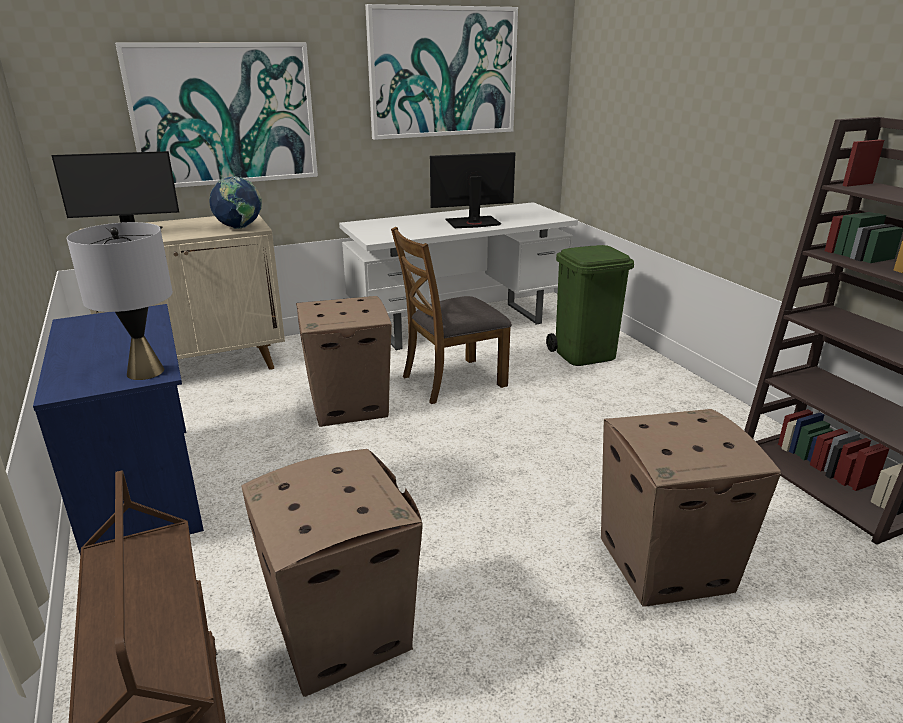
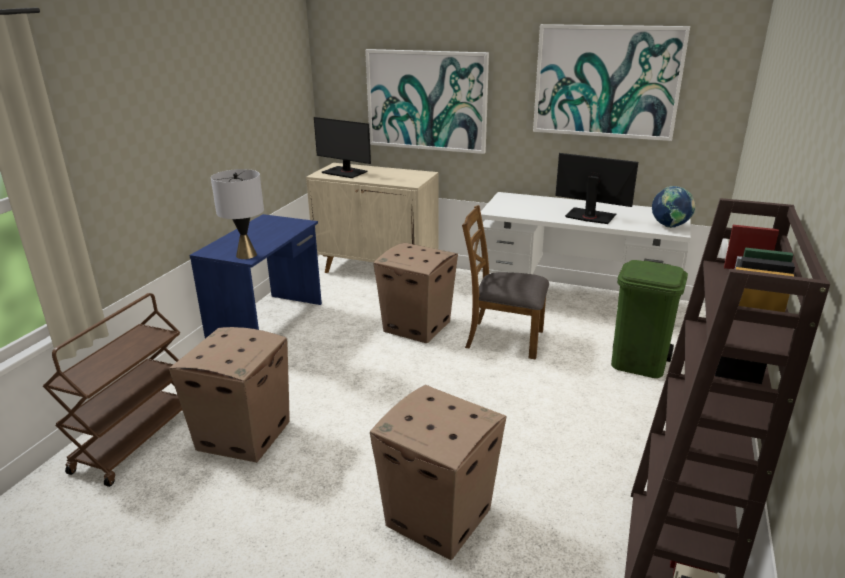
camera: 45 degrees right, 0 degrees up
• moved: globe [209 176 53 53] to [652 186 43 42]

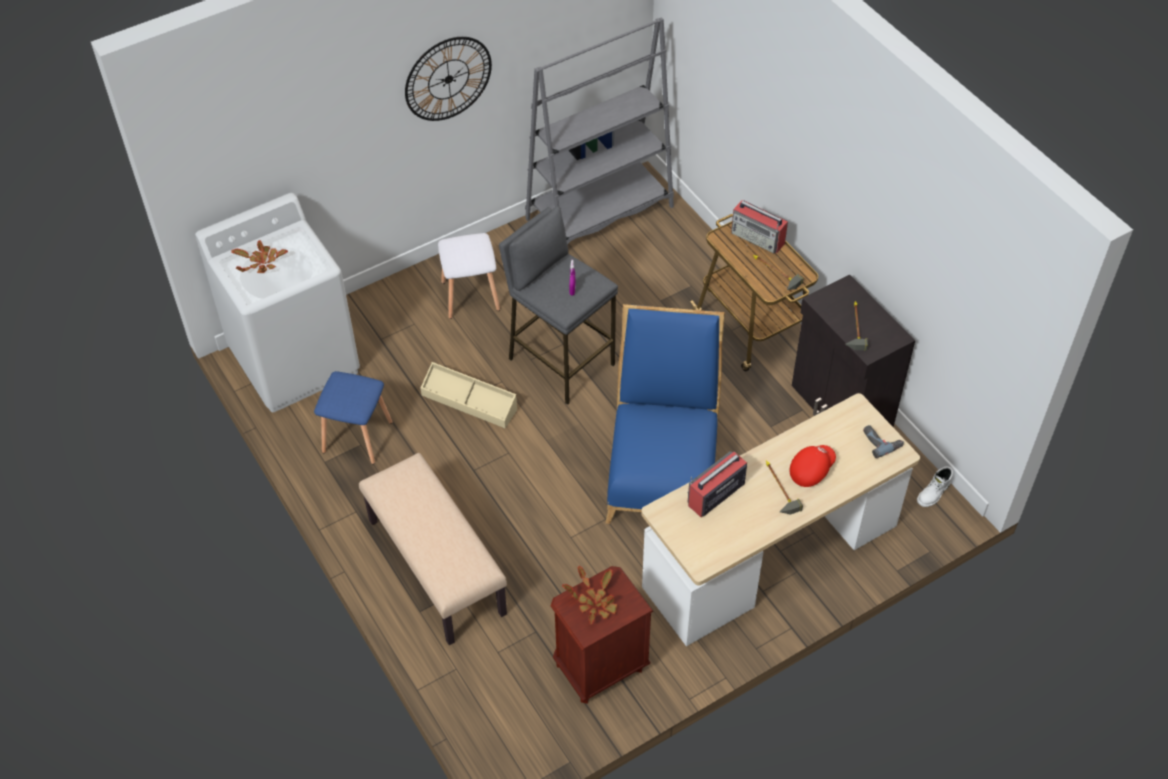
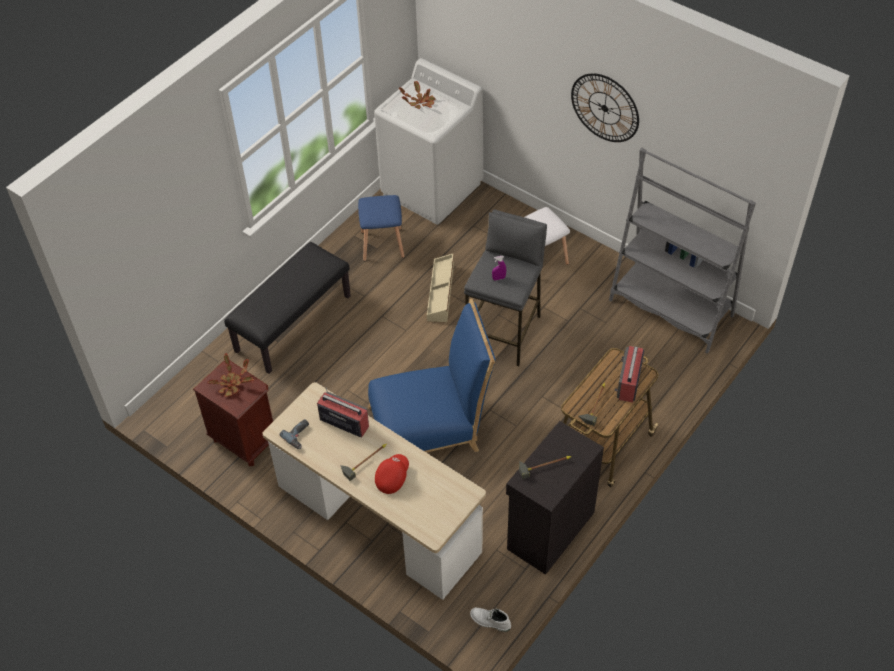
camera: 70 degrees right, 0 degrees up
• recoloured: sand-coloured long seat [359 453 148 192] to black long seat [224 242 127 132]
• turned: red baseball cap [790 445 46 42] = [375 454 34 40] 90 degrees counterclockwise
• moved: electric drill [863 425 41 33] to [280 419 29 30]

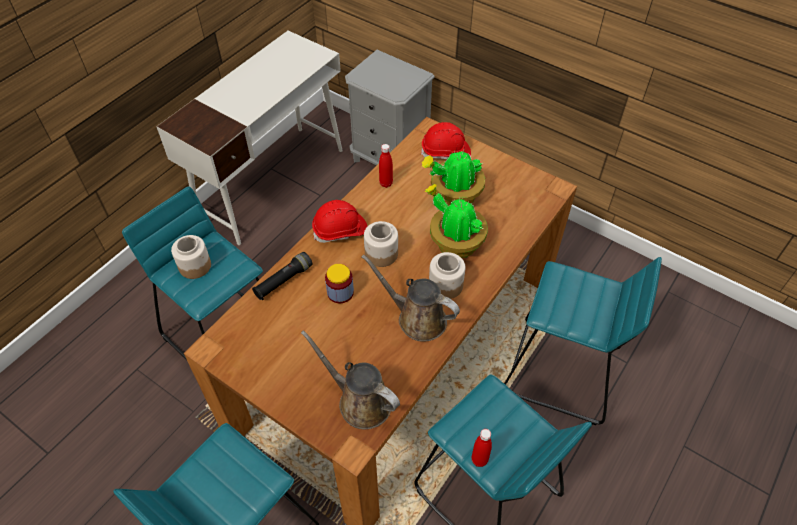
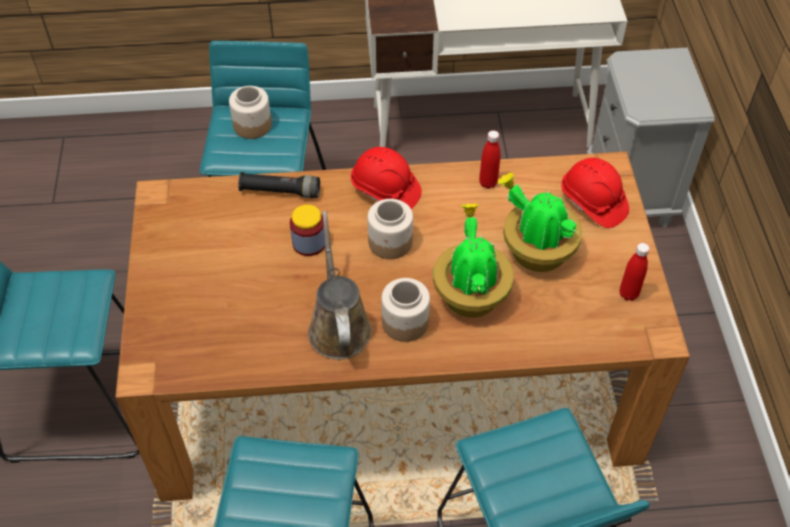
camera: 50 degrees right, 0 degrees up
• removed: brown-coloured watering pot [301 330 99 99]
• moved: red drink bottle [471 429 21 38] to [620 243 30 58]

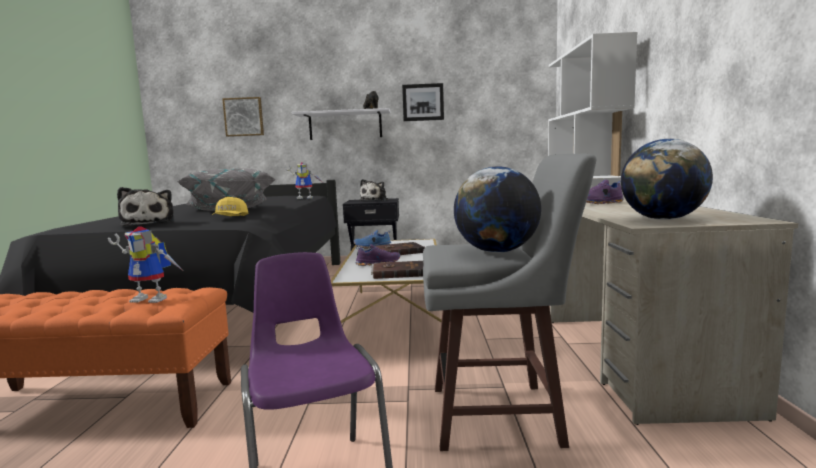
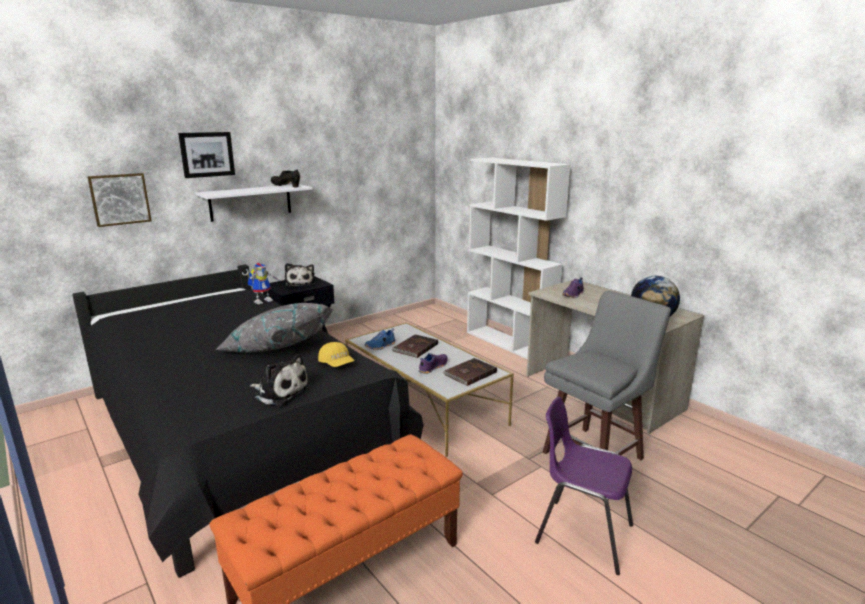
camera: 40 degrees left, 10 degrees up
• removed: toy robot [108 226 74 77]
• moved: wall picture [402 83 42 38] to [178 132 57 46]
• removed: globe [454 166 87 87]

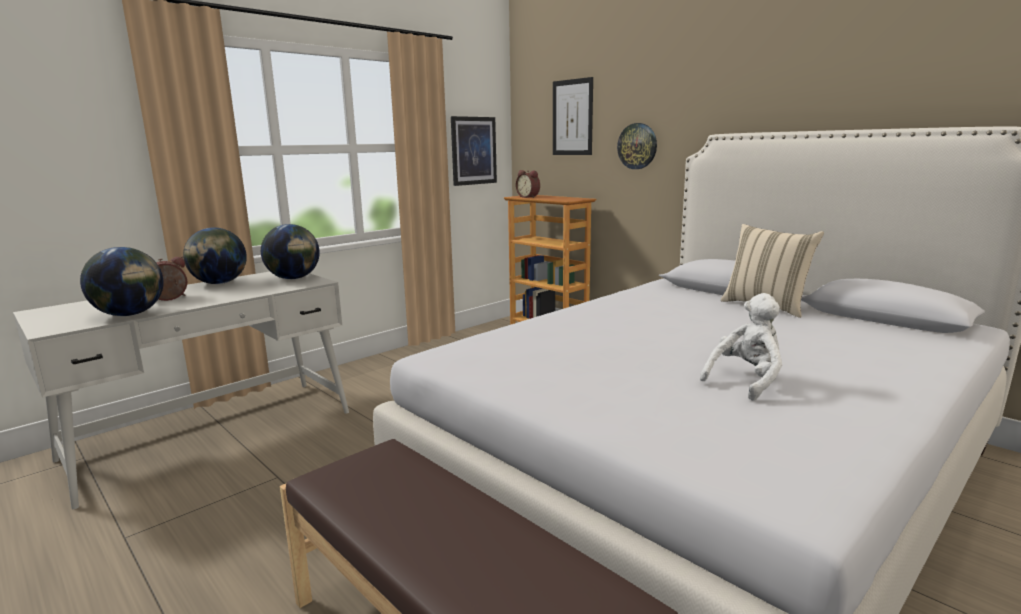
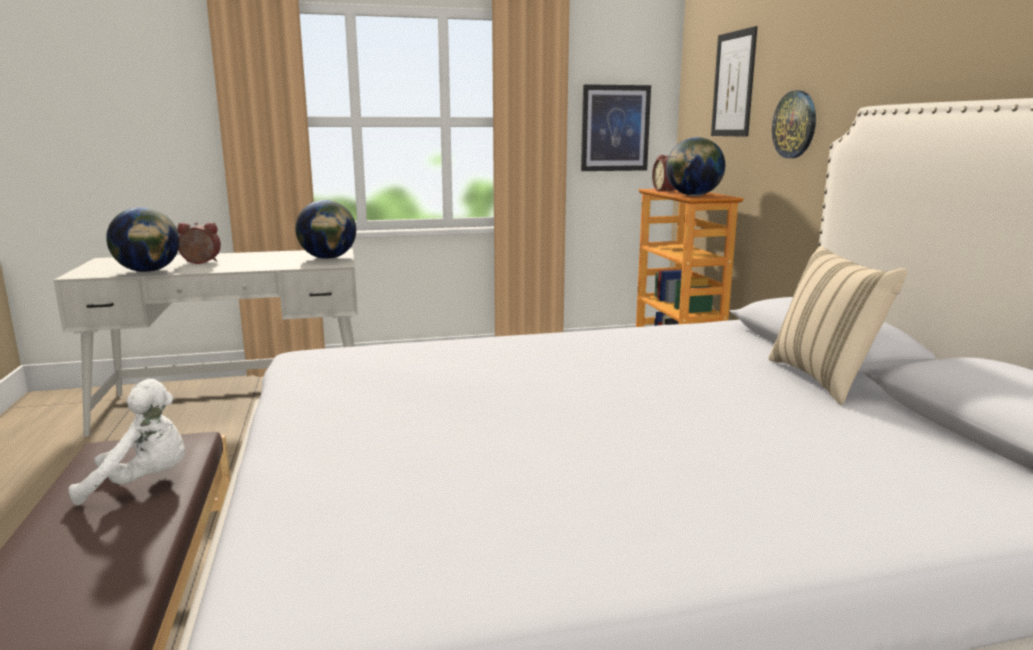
camera: 30 degrees right, 0 degrees up
• moved: globe [183 228 64 56] to [666 137 59 59]
• moved: white cuddly toy [700 293 82 108] to [68 379 117 126]

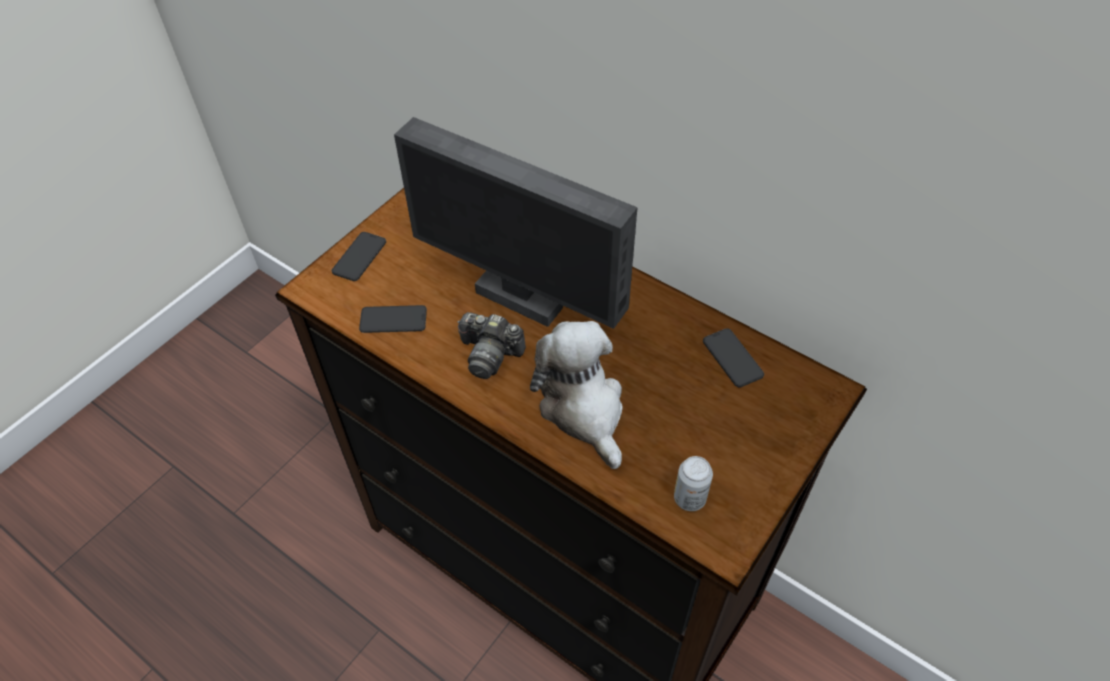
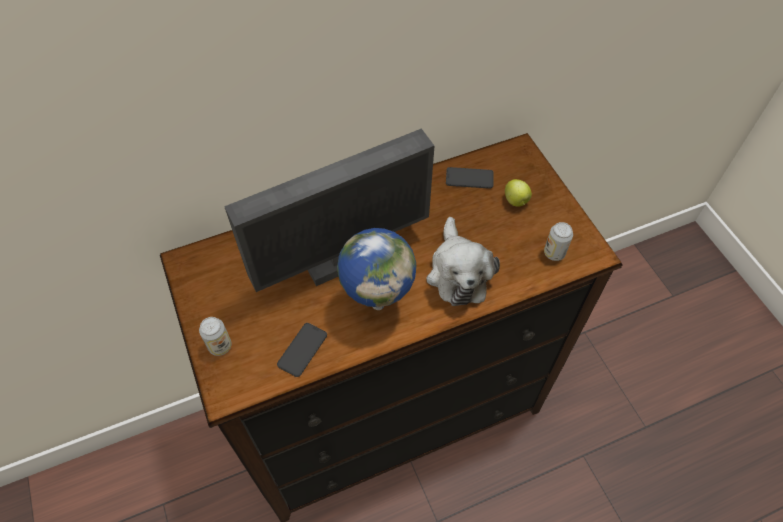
camera: 60 degrees left, 5 degrees up
• replaced: phone [332 232 54 49] to sealed can [199 317 33 39]
• replaced: still camera [457 312 69 67] to globe [337 228 79 82]
• turned: cuddly toy [530 321 93 148] = [426 217 74 89] 105 degrees counterclockwise
• added: apple fruit [505 179 27 28]

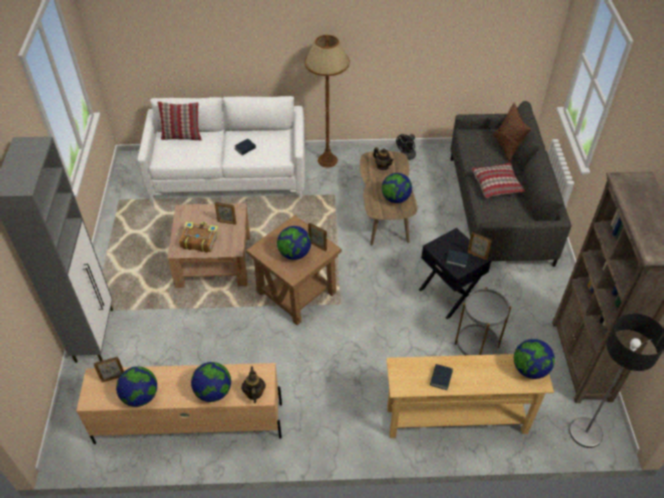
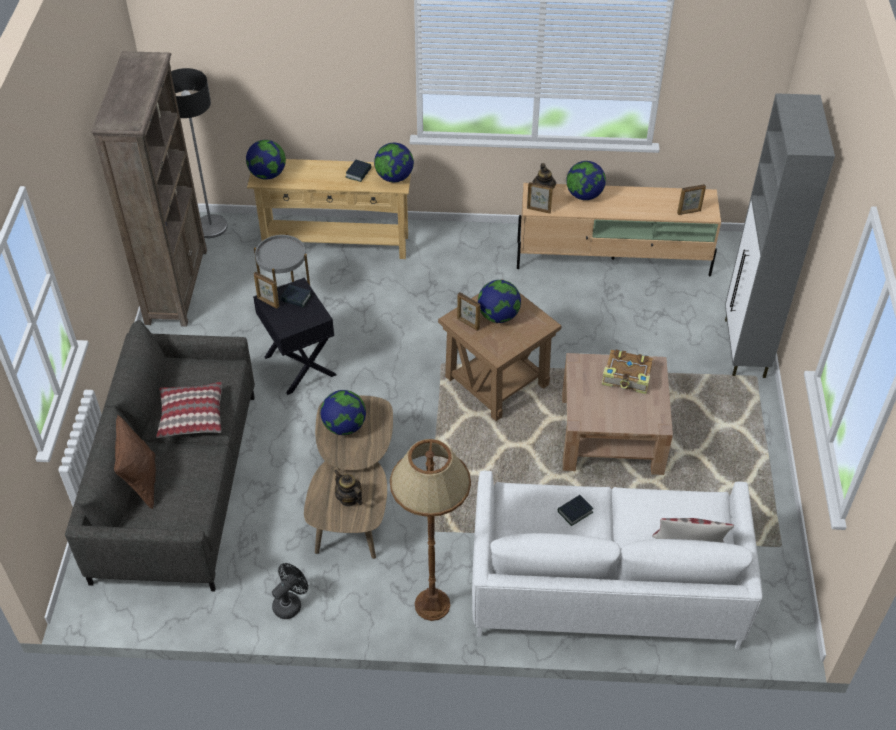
camera: 175 degrees left, 0 degrees up
• moved: globe [116 366 41 41] to [374 143 40 39]
• moved: photo frame [215 202 21 23] to [527 182 26 32]

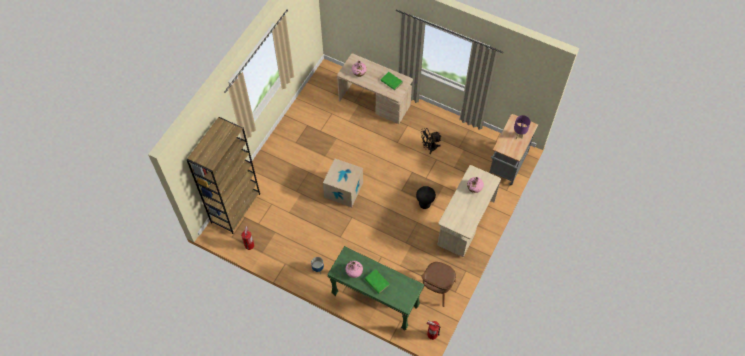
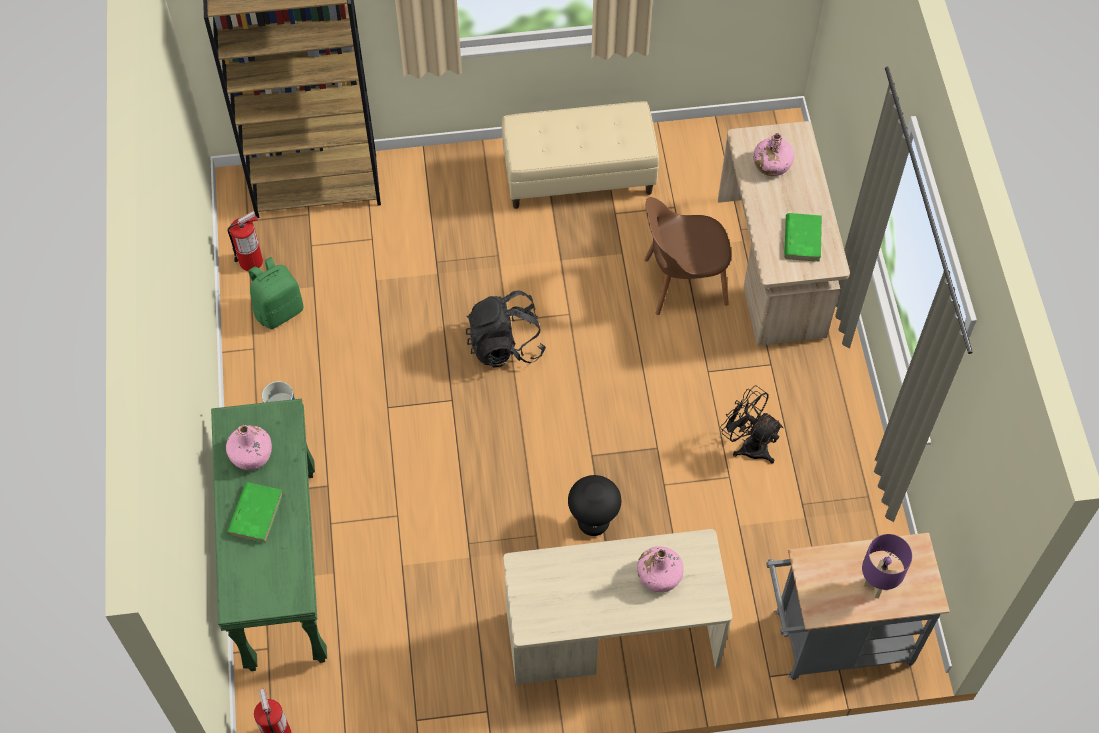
camera: 55 degrees right, 0 degrees up
• replaced: carton [323 159 40 48] to black knapsack [466 291 80 77]
• moved: brown-coloured chair [420 262 36 45] to [644 197 87 118]
• added: green knapsack [249 257 54 72]
• added: sand-coloured long seat [502 101 157 108]

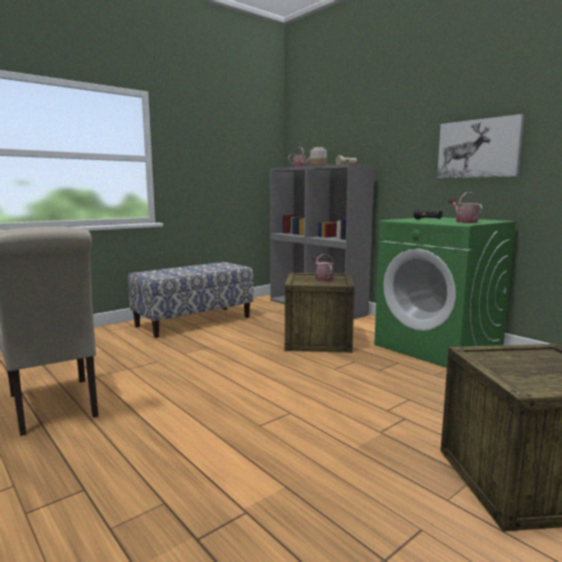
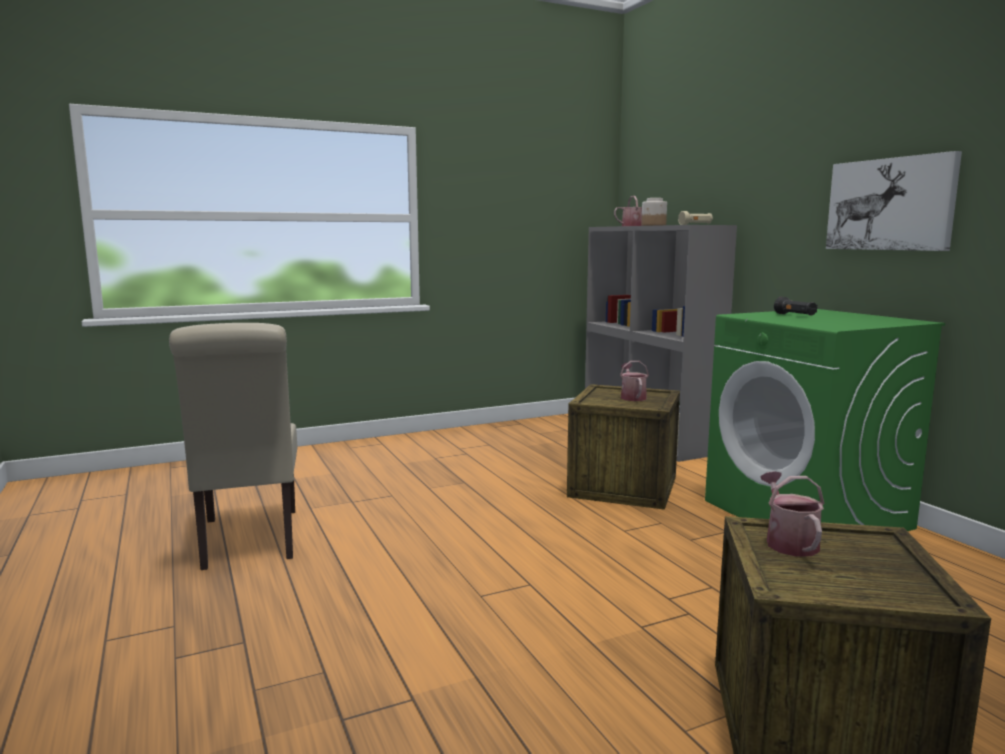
camera: 15 degrees right, 0 degrees up
• removed: long seat [128 262 125 76]
• moved: watering pot [448 192 35 31] to [761 471 63 86]

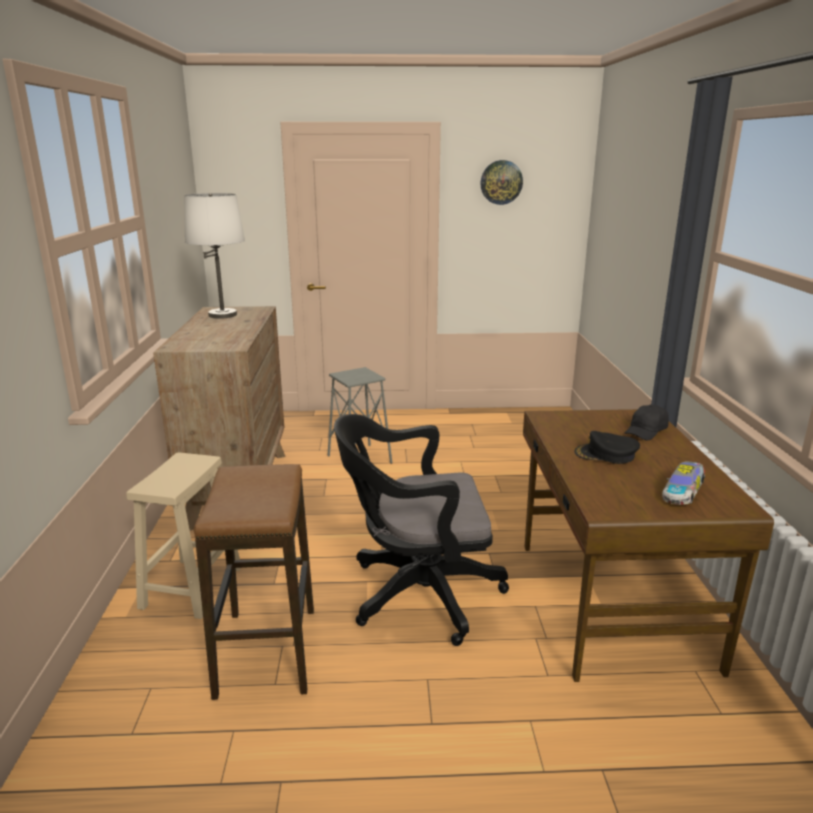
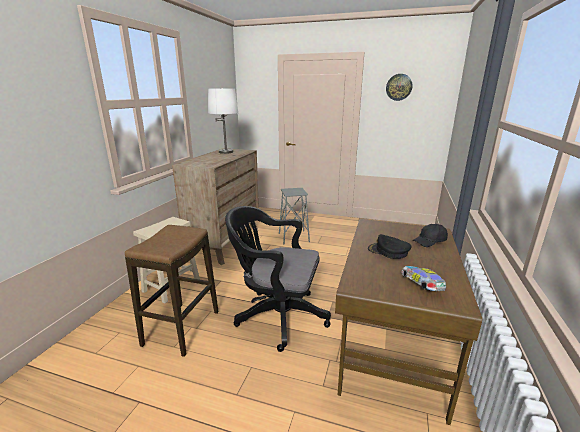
camera: 20 degrees right, 0 degrees up
• turned: miniature car [662 461 43 44] = [402 266 44 25] 105 degrees clockwise

